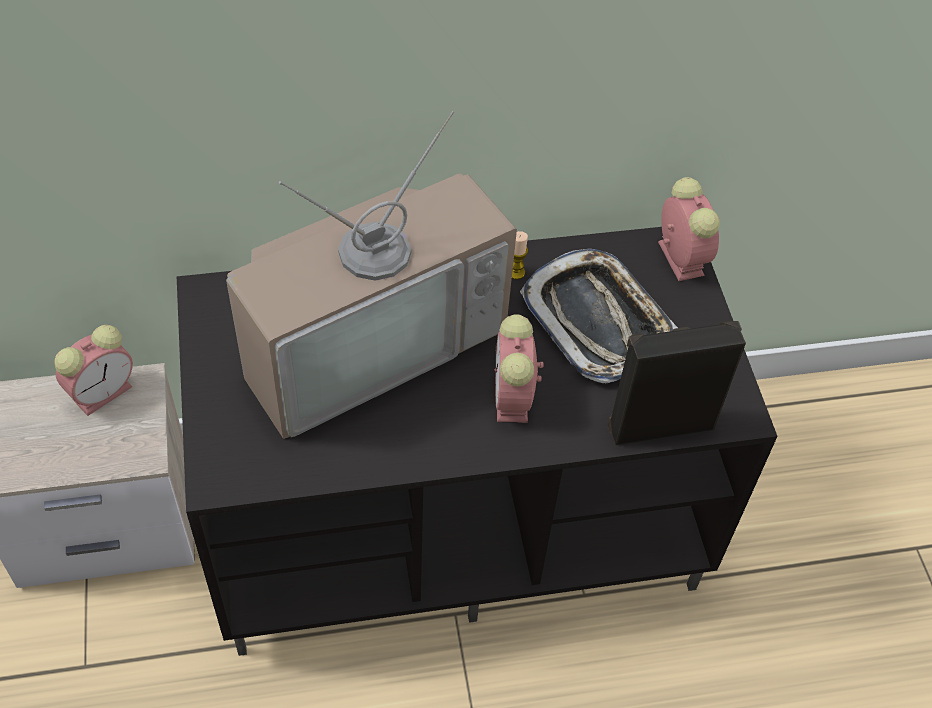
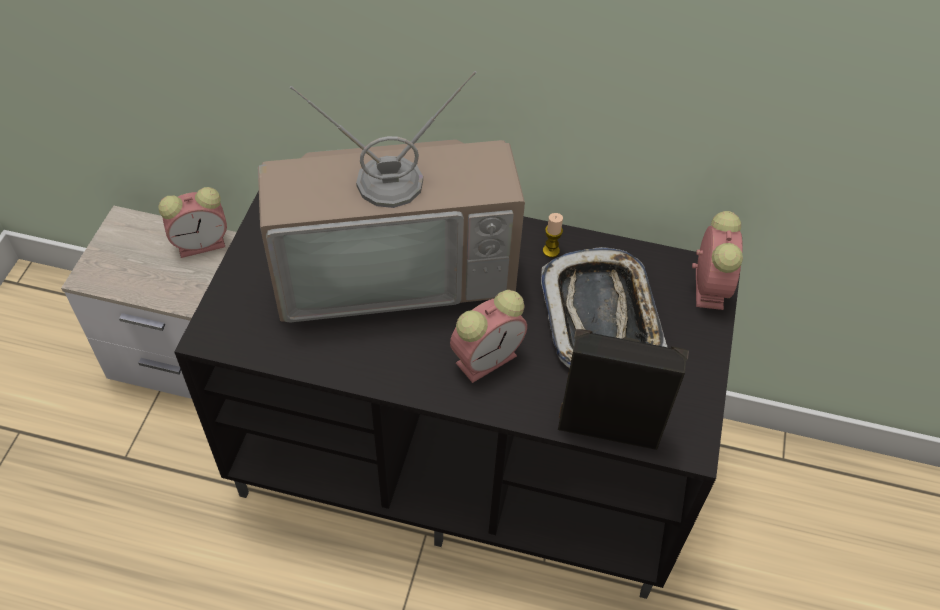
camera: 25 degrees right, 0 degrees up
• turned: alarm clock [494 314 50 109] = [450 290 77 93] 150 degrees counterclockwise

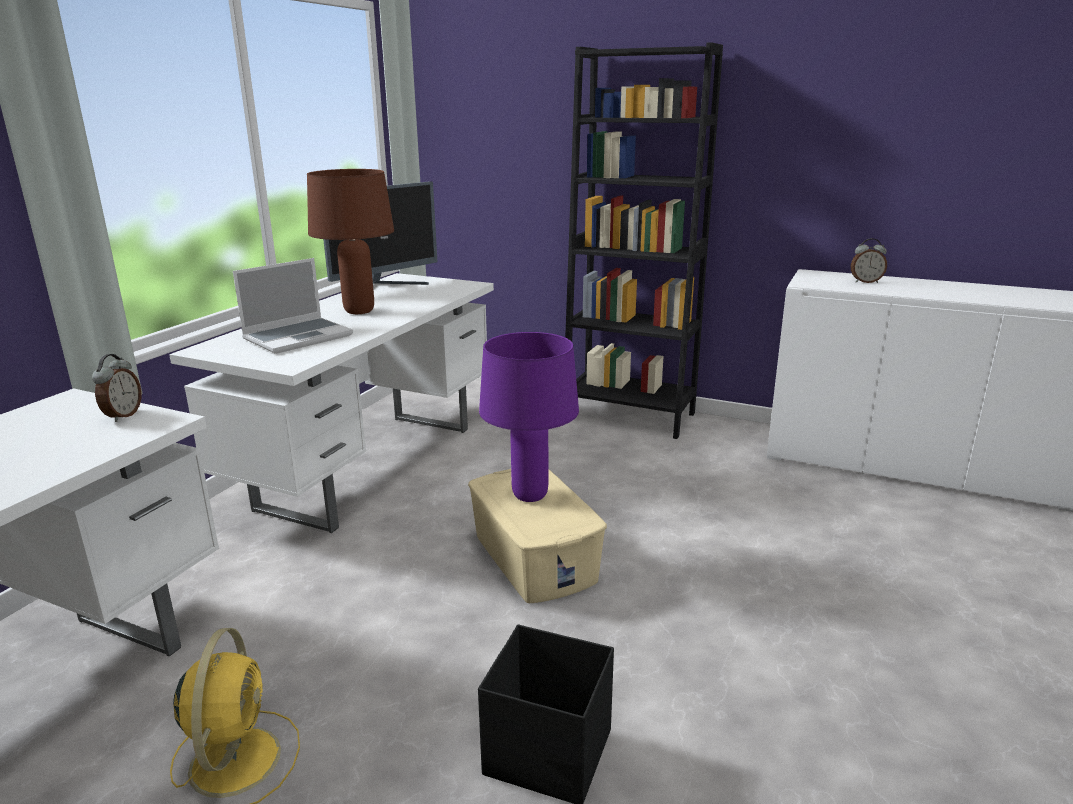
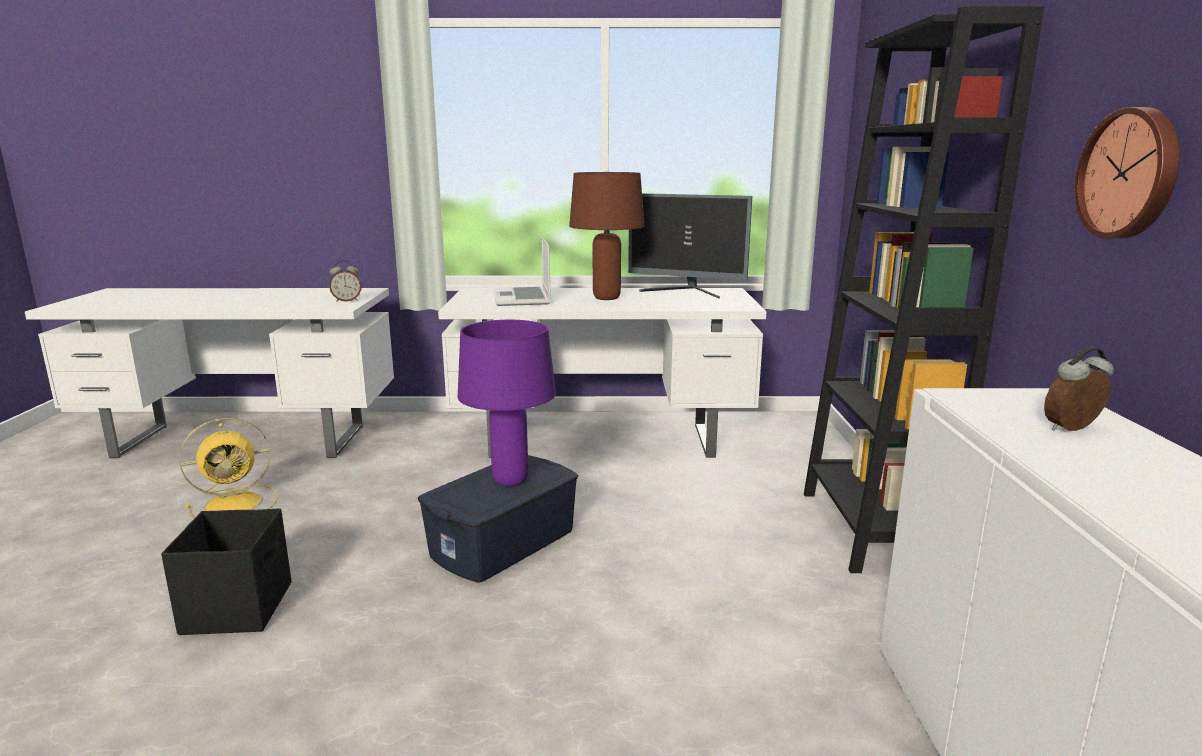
camera: 65 degrees right, 5 degrees down
• turned: notebook computer [233 258 120 96] = [494 237 57 69] 60 degrees clockwise
• recoloured: sand-coloured storage box [468 469 139 134] to blue-coloured storage box [418 455 160 128]
• turned: alarm clock [851 238 36 45] = [1044 347 70 84] 90 degrees clockwise
• added: hanging clock [1074 107 106 132]

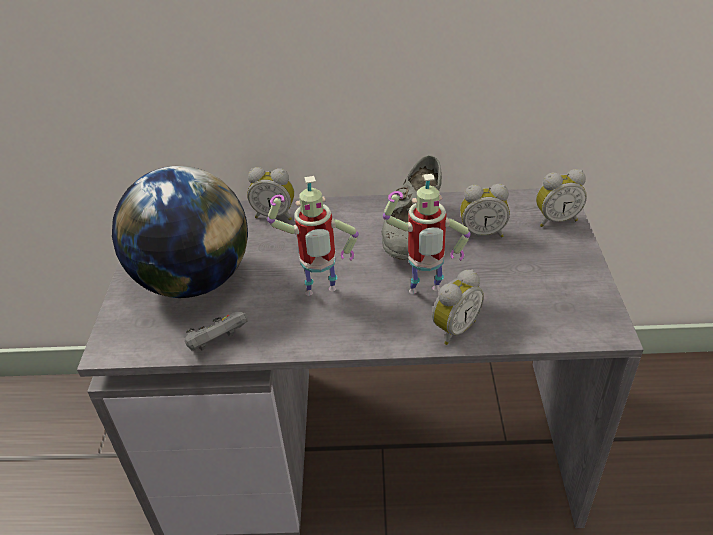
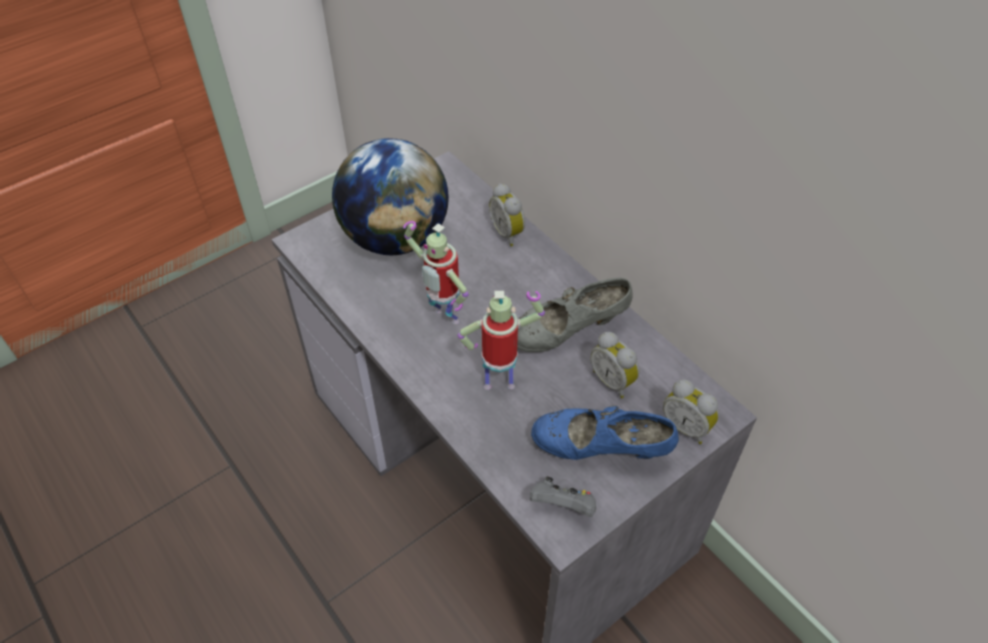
camera: 50 degrees right, 10 degrees up
• moved: gray game controller [185 312 63 39] to [530 476 66 41]
• turned: toy robot [383 174 88 120] = [458 291 87 99] 135 degrees clockwise
• removed: alarm clock [432 270 52 75]
• added: blue-coloured low shoe [531 405 148 55]

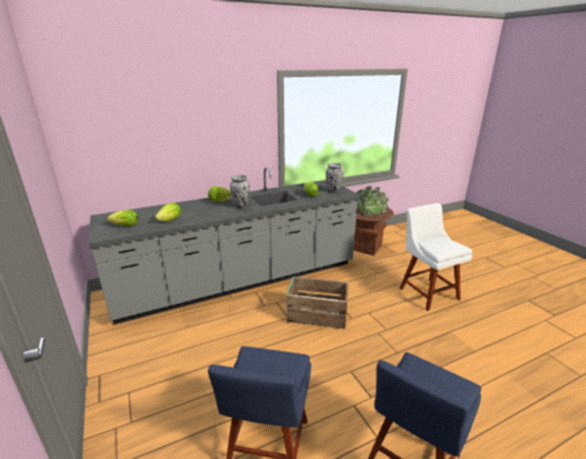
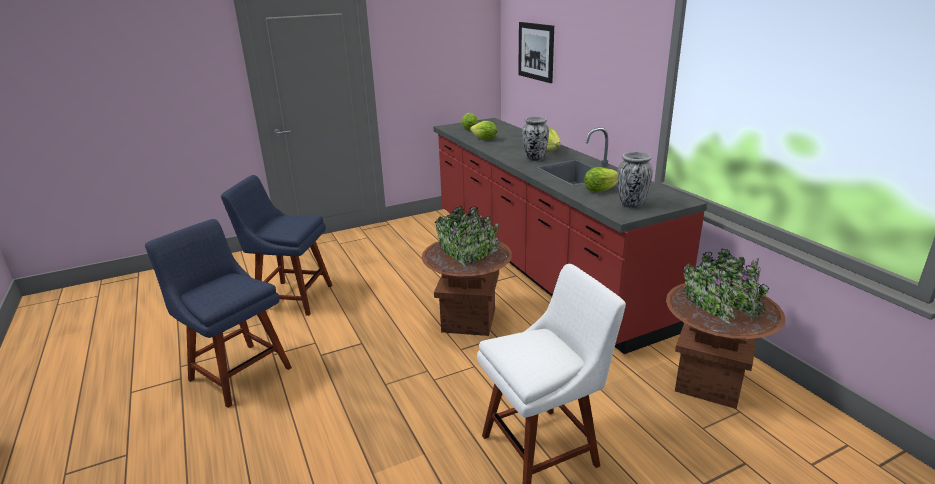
camera: 90 degrees right, 0 degrees up
• recoloured: gray kitchen base unit [88 167 273 158] to red kitchen base unit [433 118 274 236]
• replaced: packing crate [286 276 63 53] to brown-coloured flower pot [421 206 91 130]
• added: wall picture [518 22 36 61]

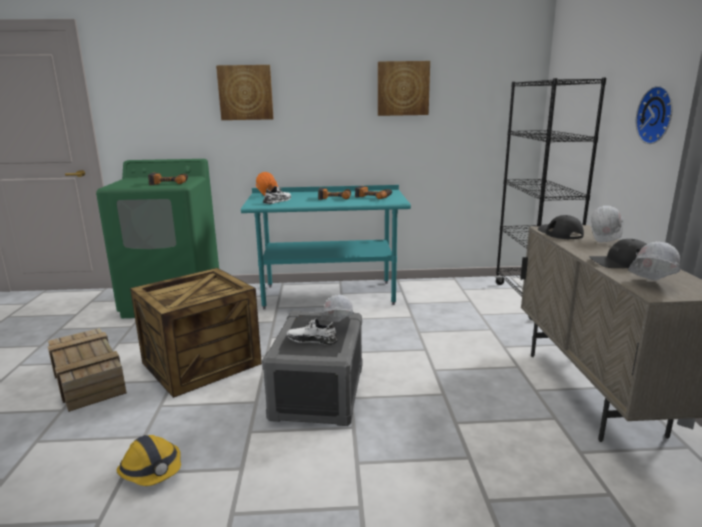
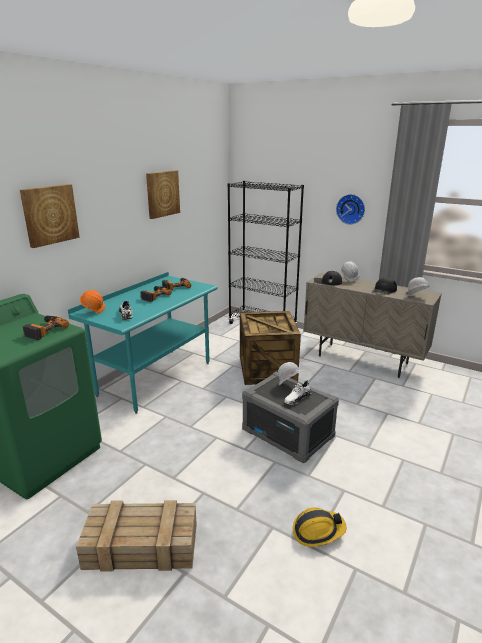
camera: 55 degrees left, 5 degrees up
• moved: packing crate [130 268 132 130] to [240 311 61 74]

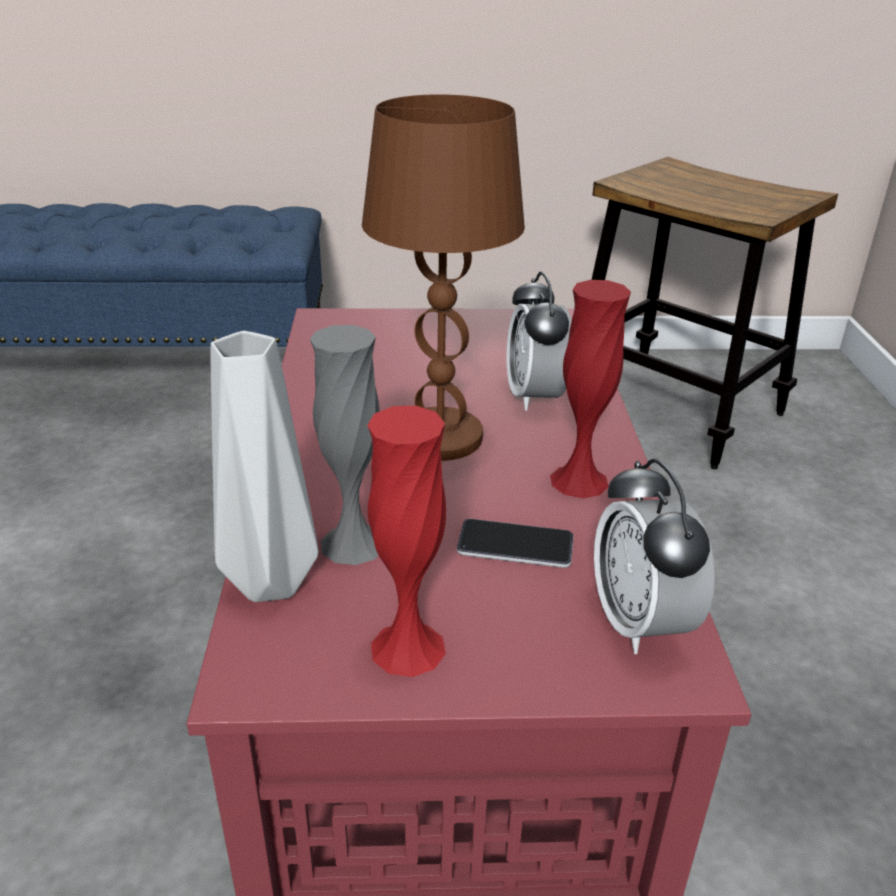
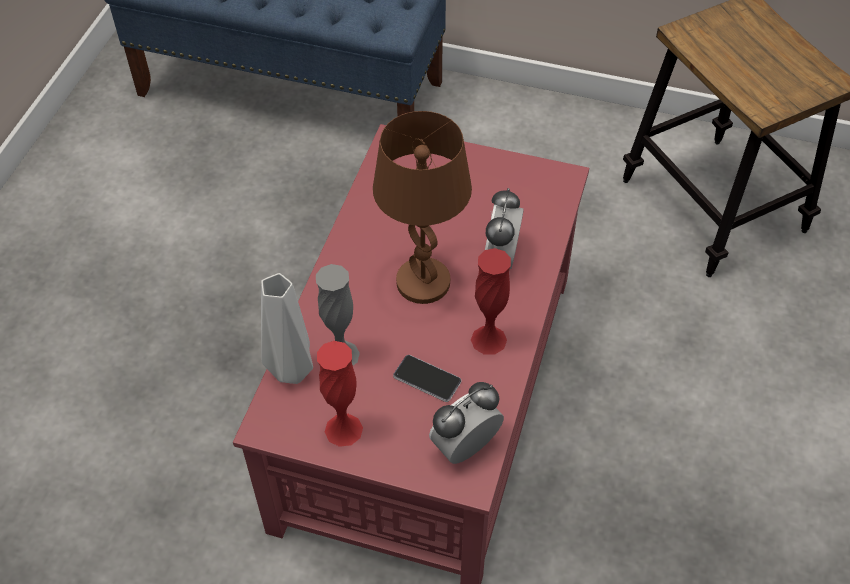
camera: 20 degrees right, 20 degrees up
• turned: alarm clock [594 458 121 196] = [429 382 75 82] 45 degrees clockwise

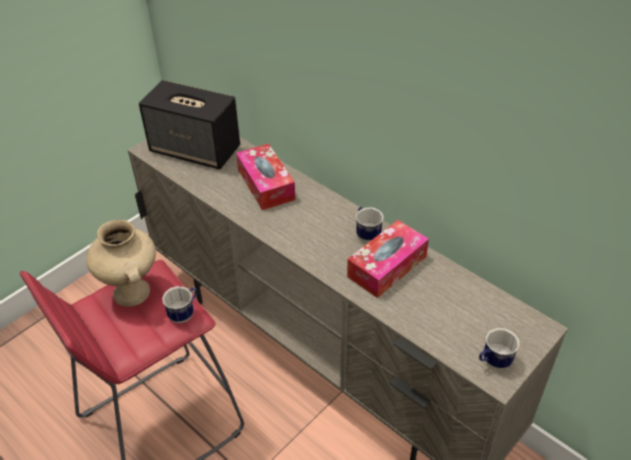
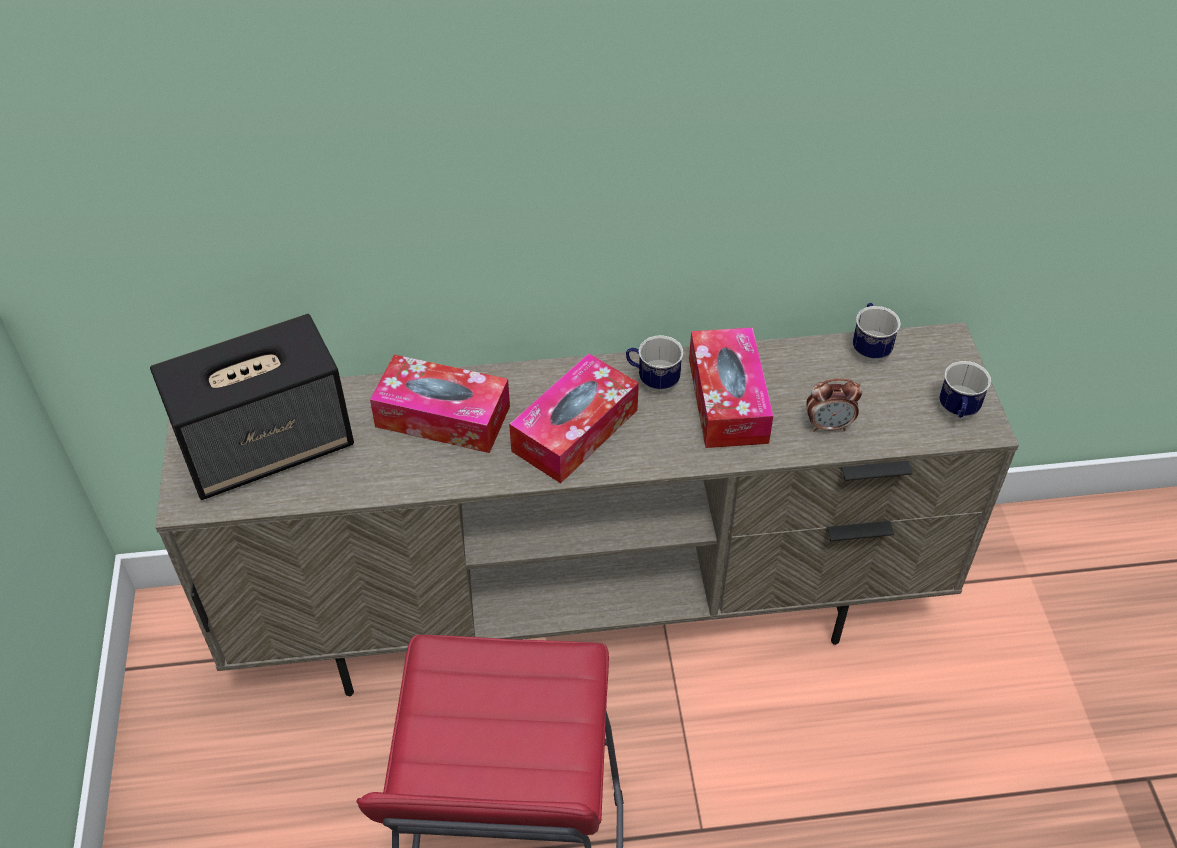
camera: 50 degrees left, 5 degrees up
• removed: sand-coloured flower vase [86 220 70 87]
• moved: tea mug [162 286 35 37] to [853 303 48 59]
• added: tissue box [509 354 130 129]
• added: alarm clock [806 378 56 54]

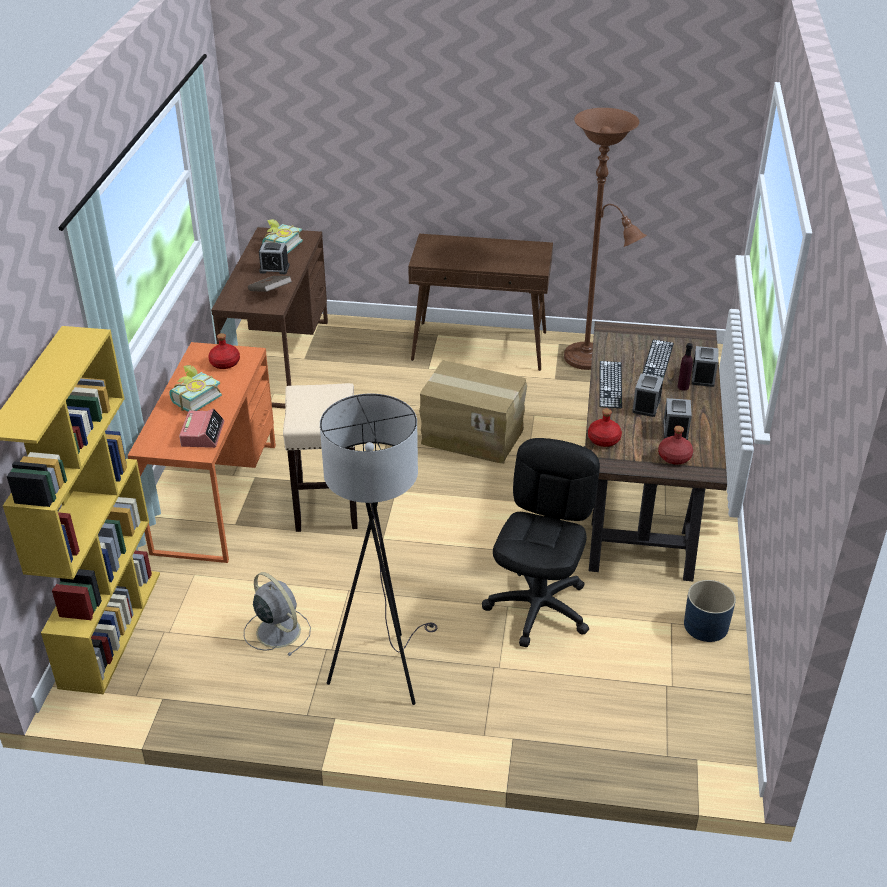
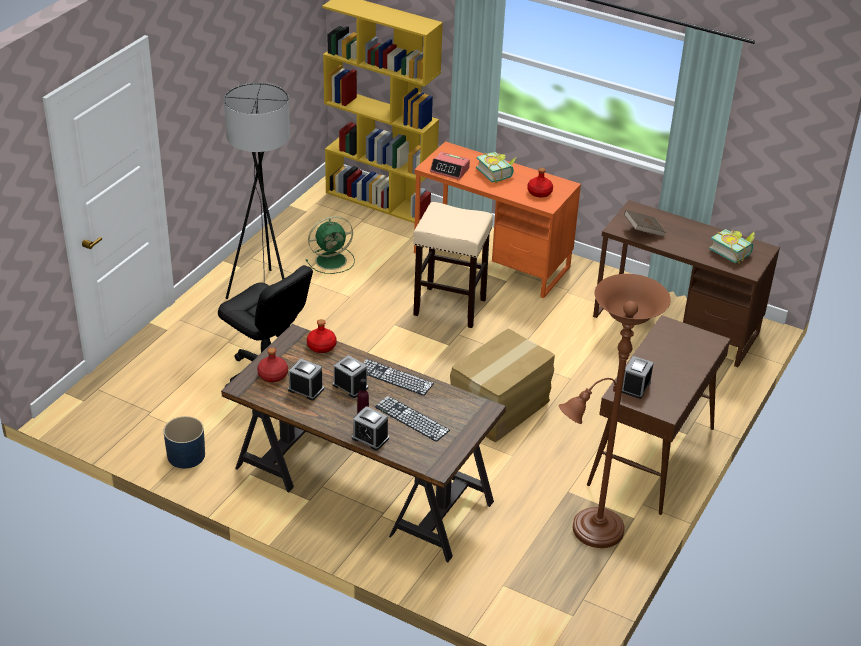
camera: 110 degrees right, 0 degrees up
• recoloured: gray fan [244 572 67 84] to green fan [305 216 50 58]
• moved: alarm clock [259 242 31 32] to [622 356 32 43]

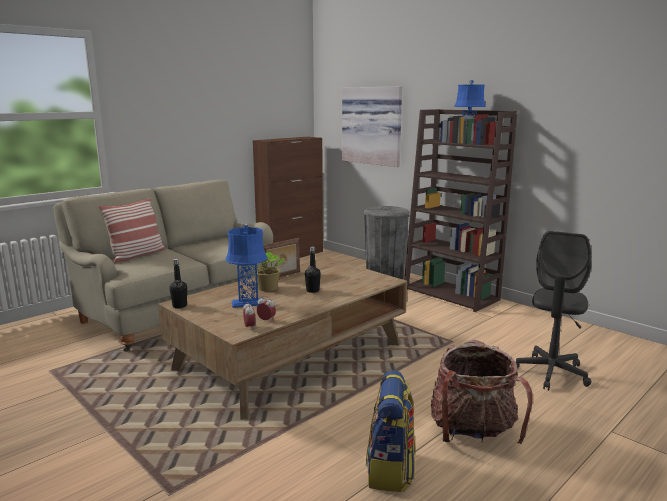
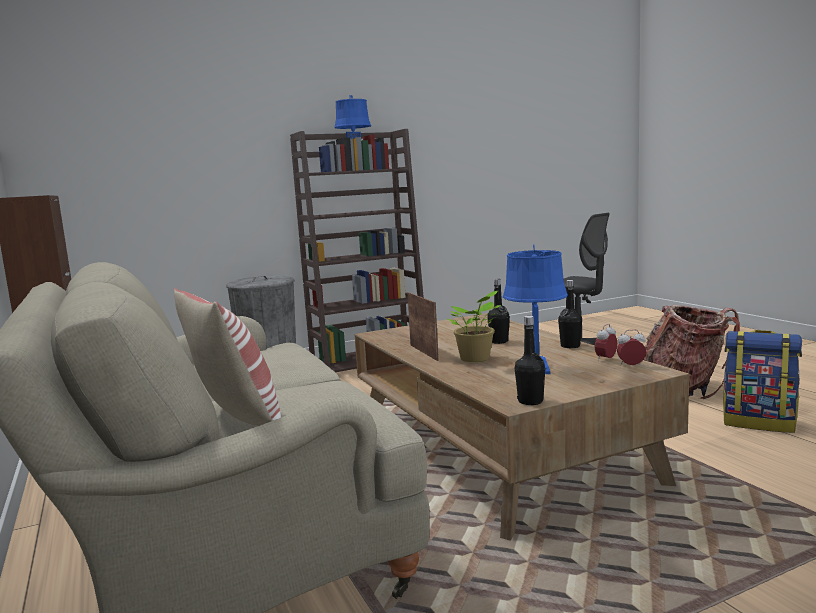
camera: 70 degrees left, 5 degrees down
• removed: wall picture [342 87 60 80]
• added: black drink bottle [558 280 24 68]

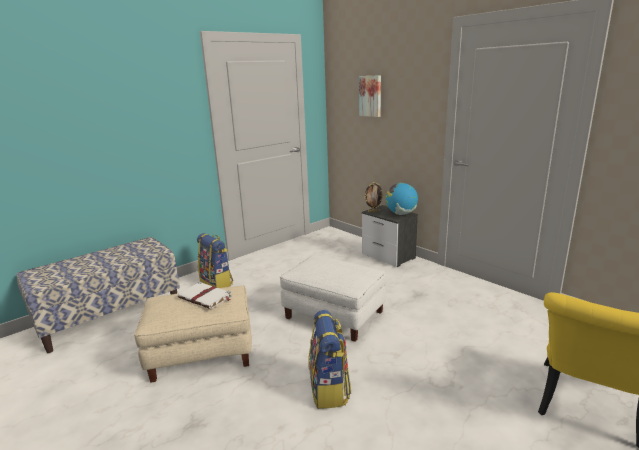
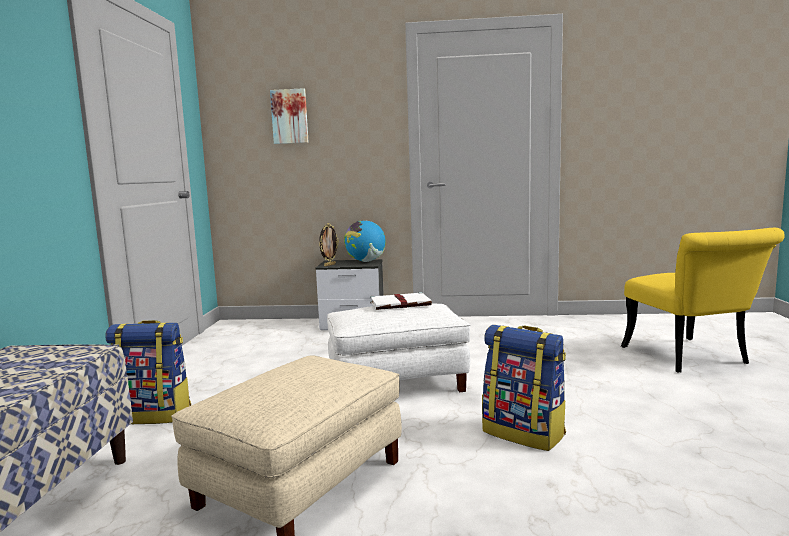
camera: 45 degrees left, 10 degrees down
• moved: white bound book [178 281 54 28] to [370 292 62 18]

